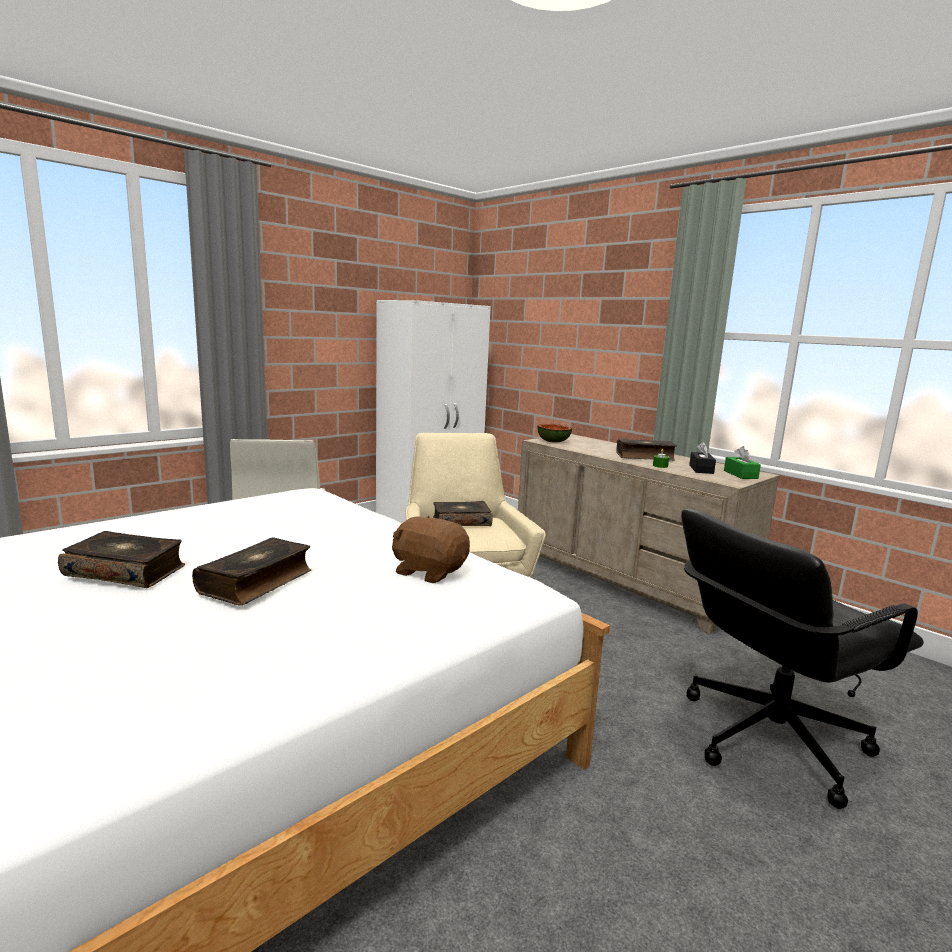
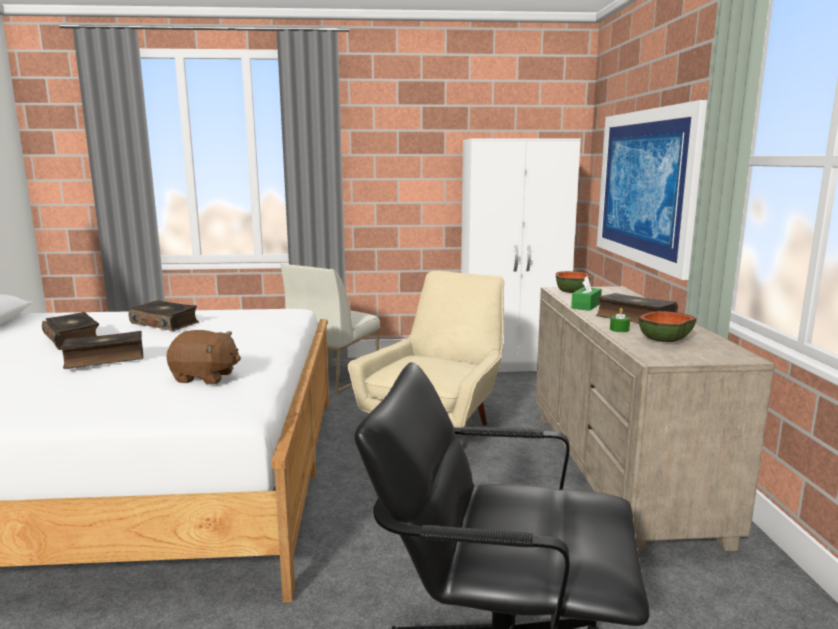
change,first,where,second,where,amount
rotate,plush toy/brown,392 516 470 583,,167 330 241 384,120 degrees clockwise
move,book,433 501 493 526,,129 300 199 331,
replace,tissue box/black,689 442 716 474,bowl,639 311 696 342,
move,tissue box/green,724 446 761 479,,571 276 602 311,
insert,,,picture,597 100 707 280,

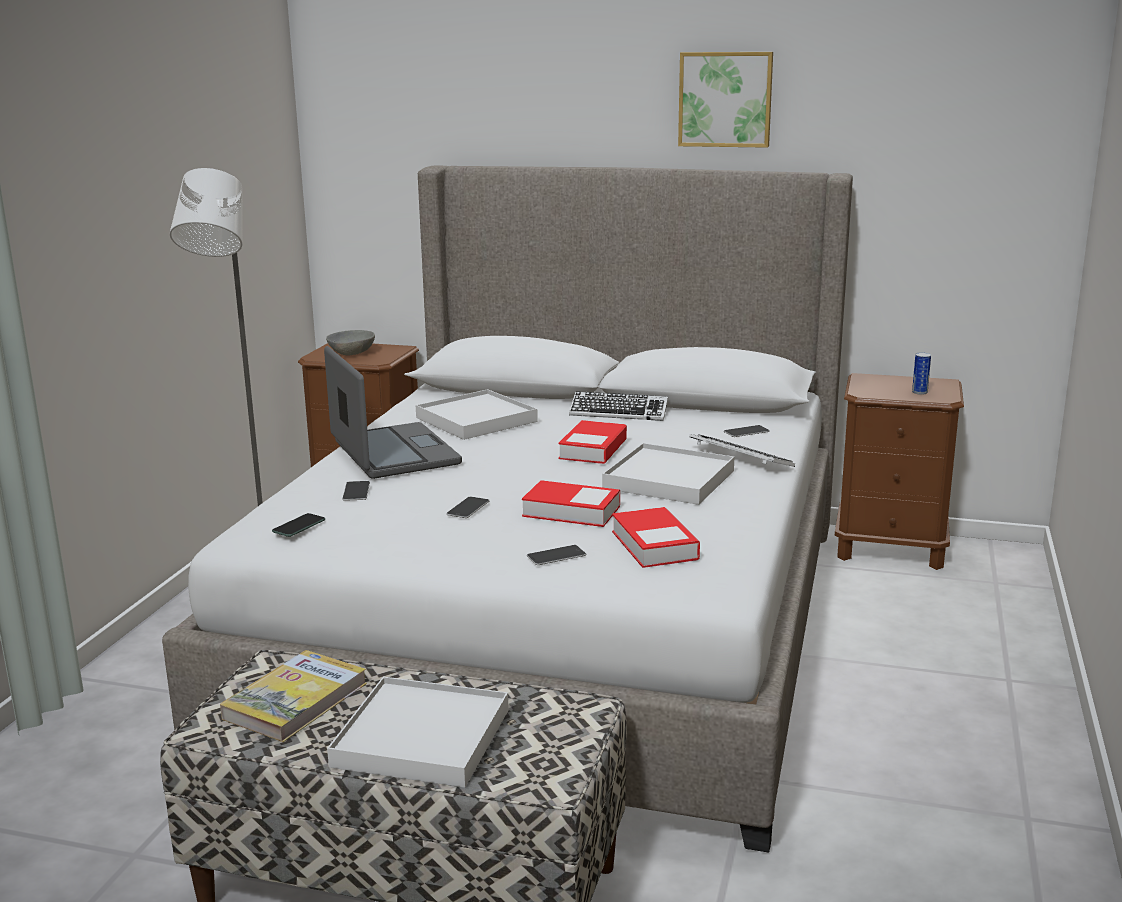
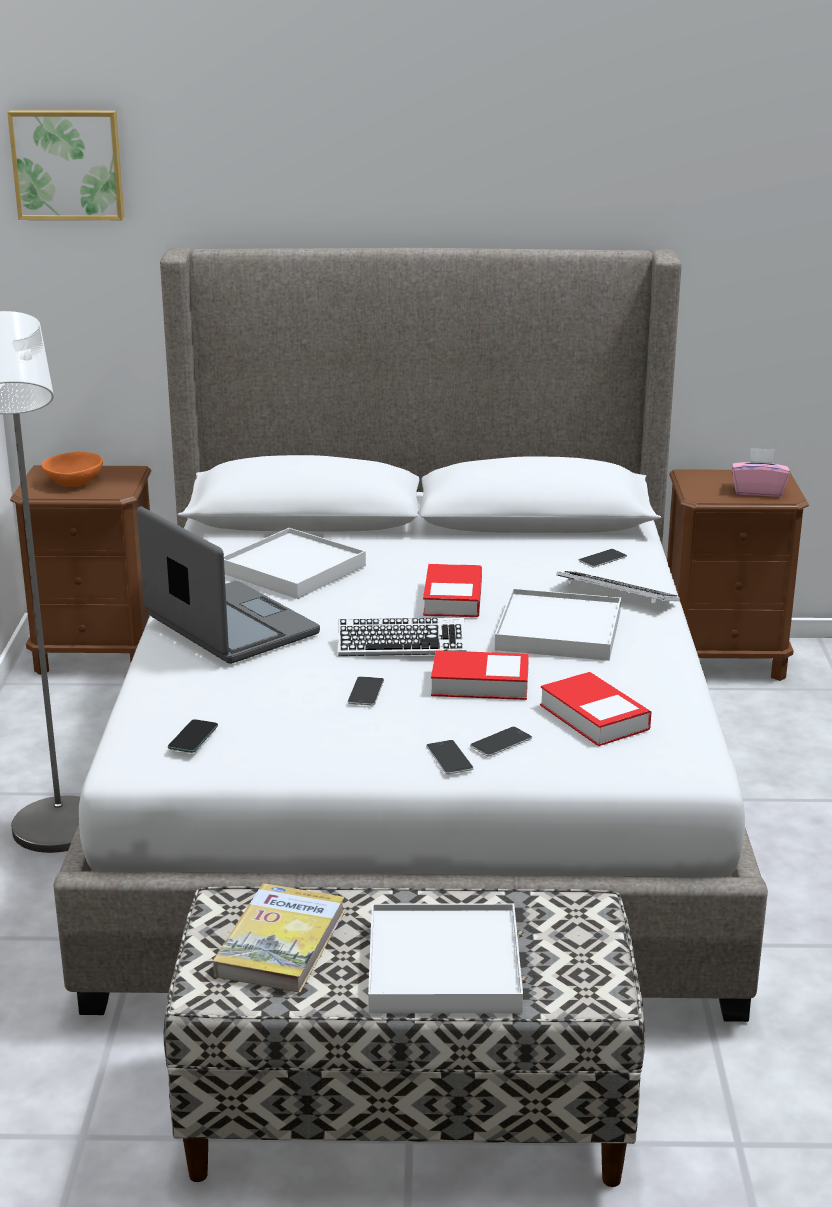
change,first,where,second,where,amount
recolor,bowl/grey,326 330 375 355,bowl/orange,42 452 103 487,
move,phone,342 481 370 501,,426 740 474 774,
move,keyboard,569 391 668 421,,338 617 466 656,
move,picture,678 52 773 148,,7 110 124 220,
replace,can,912 352 931 395,tissue box/pink,732 448 790 497,

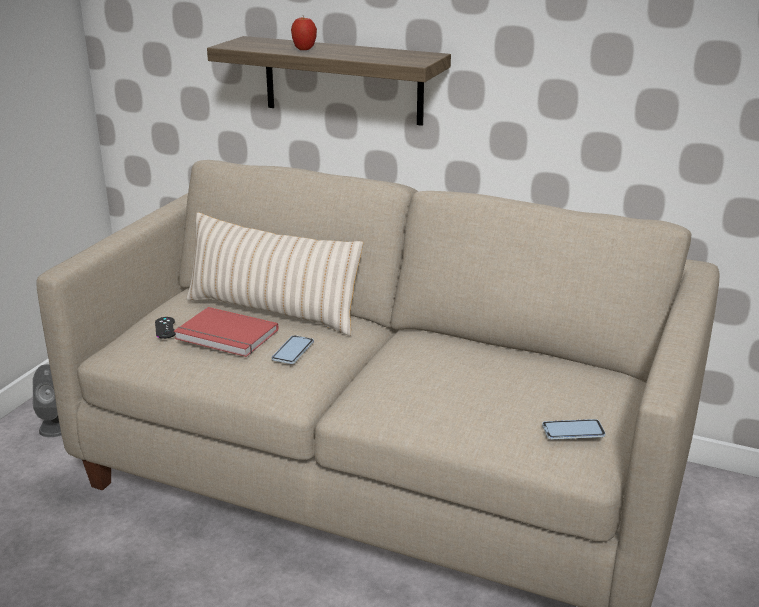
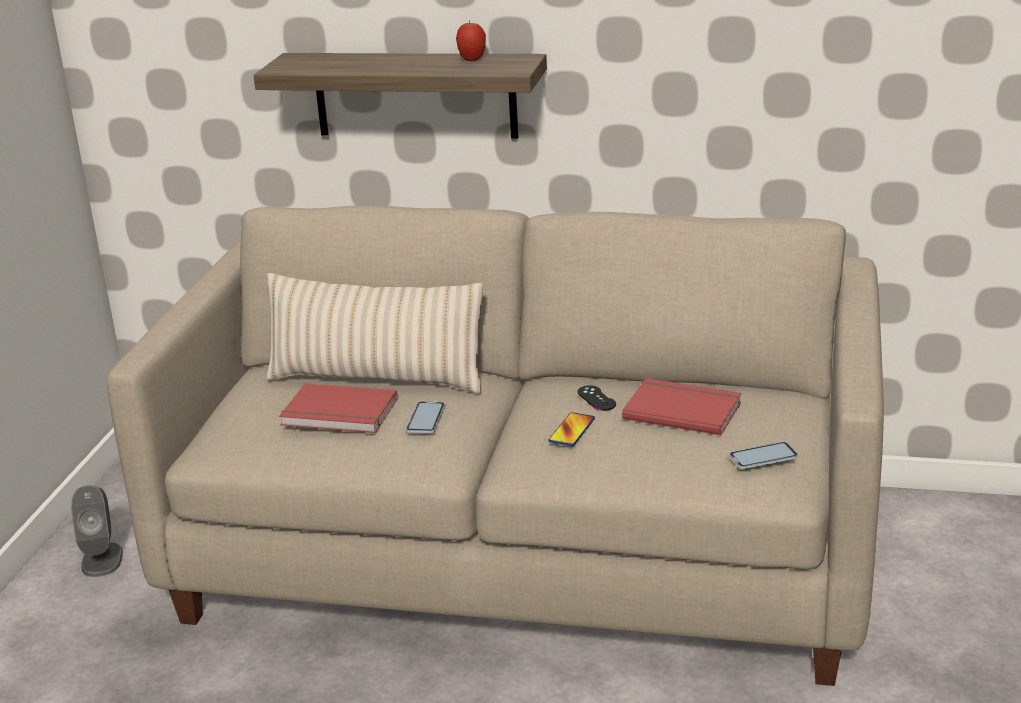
change,first,where,second,where,amount
move,game controller/black,155 317 176 339,,577 385 616 411,
move,apple,291 17 317 50,,456 20 486 61,
insert,,,phone,548 412 595 446,
insert,,,book/red,622 378 741 435,

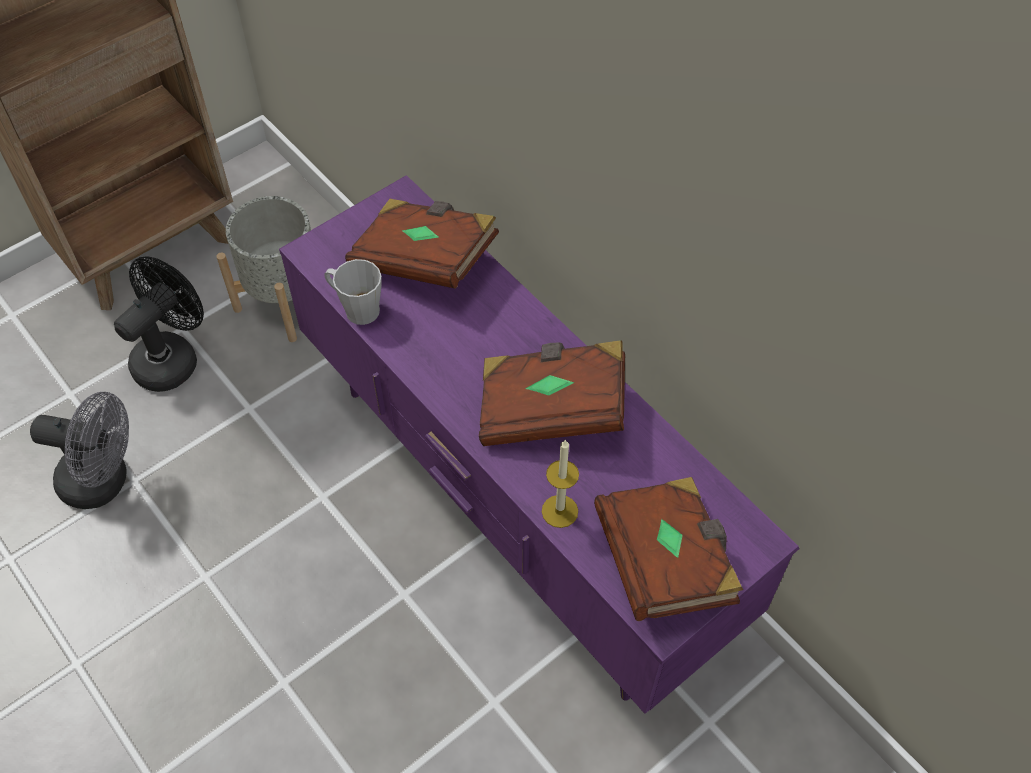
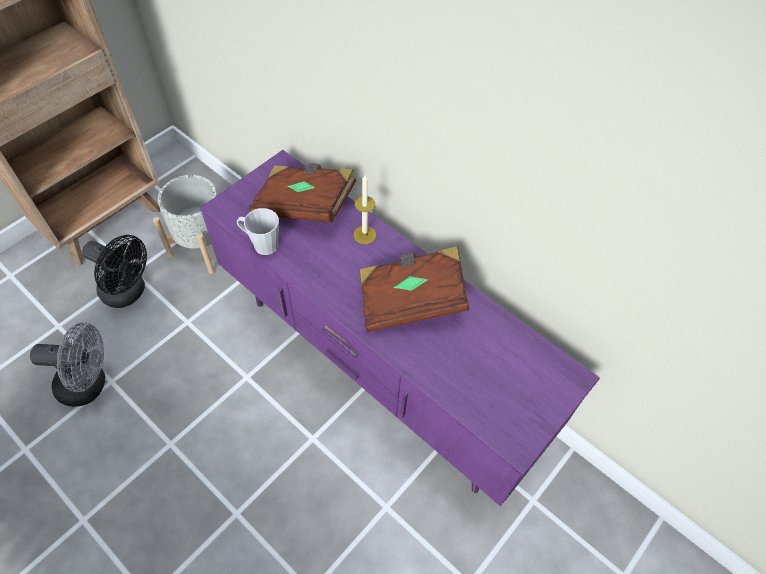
change,first,where,second,where,amount
rotate,fan/black,114 256 204 392,,82 235 147 308,90 degrees clockwise
move,candle,542 440 579 528,,354 175 376 244,
delete,book/brown,594 477 743 621,,,

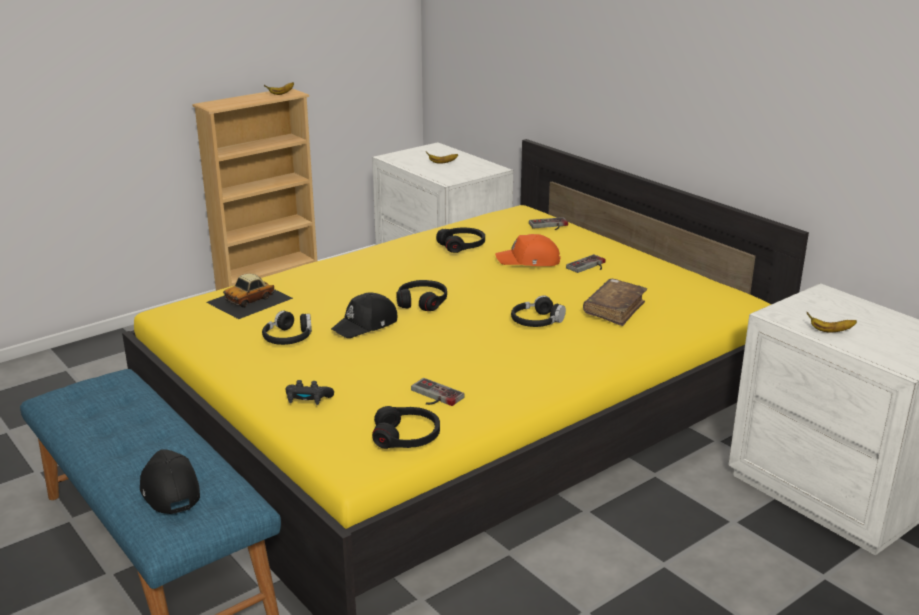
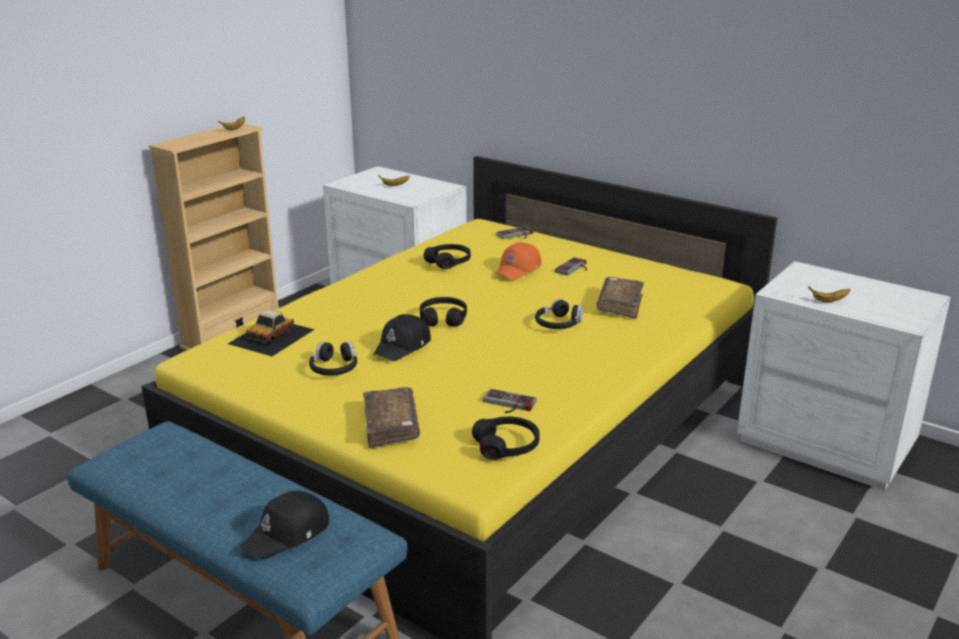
change,first,where,second,where,amount
rotate,cap/black,140 449 200 514,,241 491 329 559,90 degrees counterclockwise
replace,game controller/black,286 380 334 405,book/brown,363 387 420 449,
rotate,cap/orange,495 234 561 266,,495 242 542 280,45 degrees counterclockwise

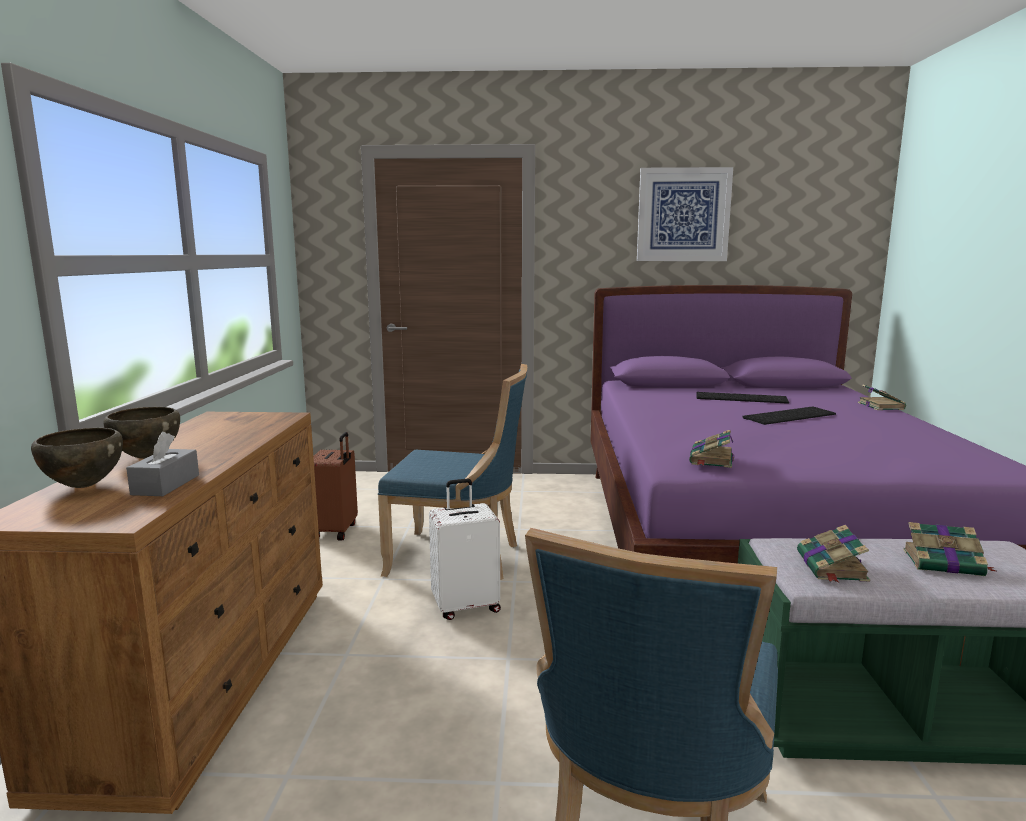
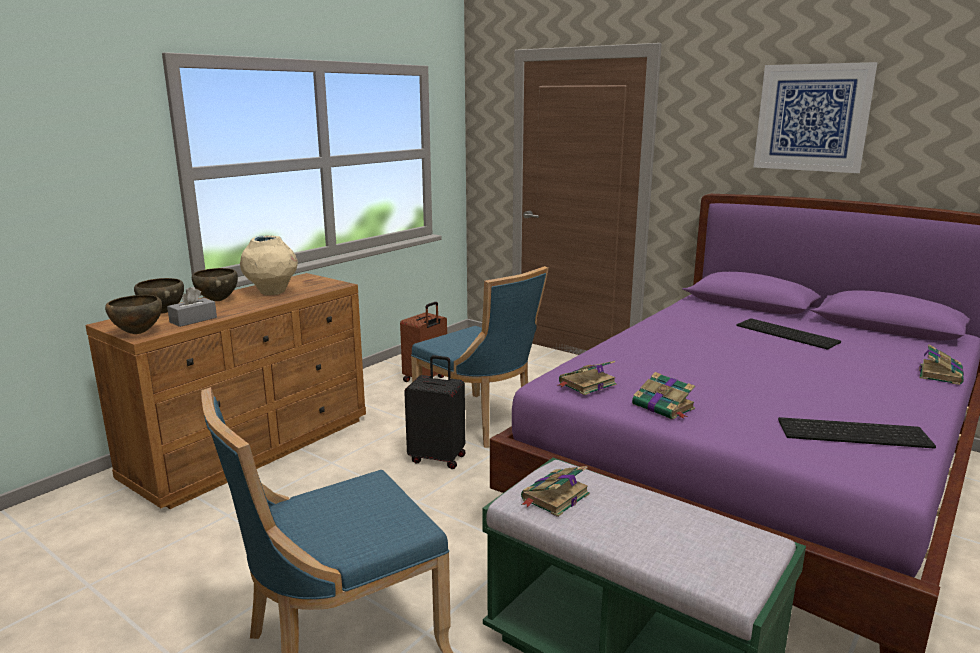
change,first,where,second,where,amount
recolor,suitcase/white,429 478 501 620,suitcase/black,404 355 466 469,
move,keyboard,742 407 836 425,,778 417 936 449,
move,book,903 522 996 576,,632 372 695 420,
insert,,,bowl/brown,105 295 162 334,
insert,,,vase/beige,240 235 298 295,

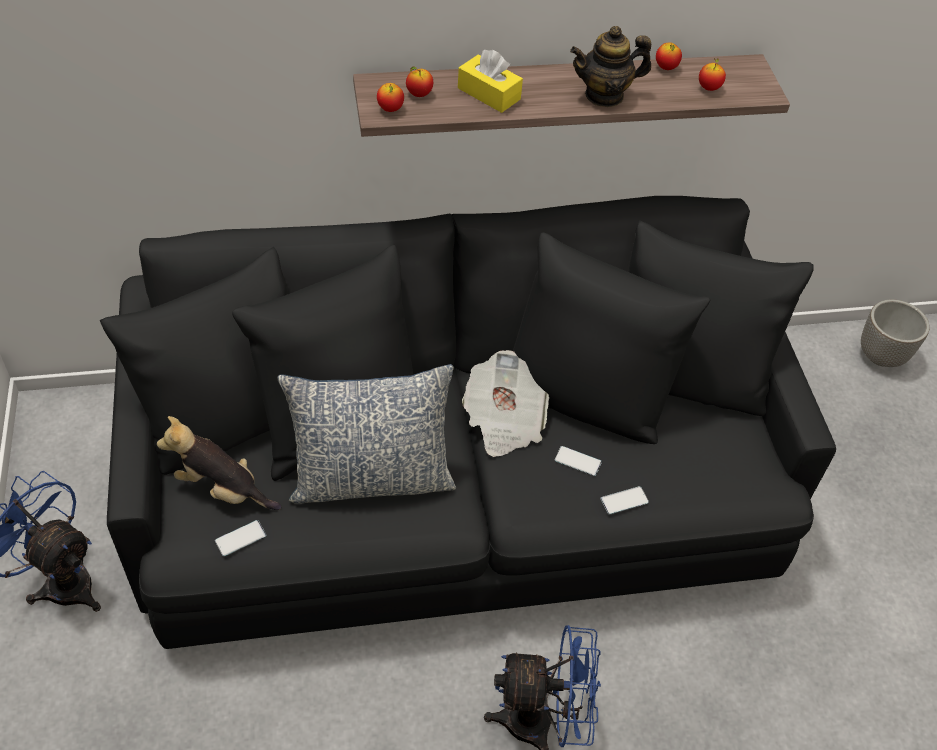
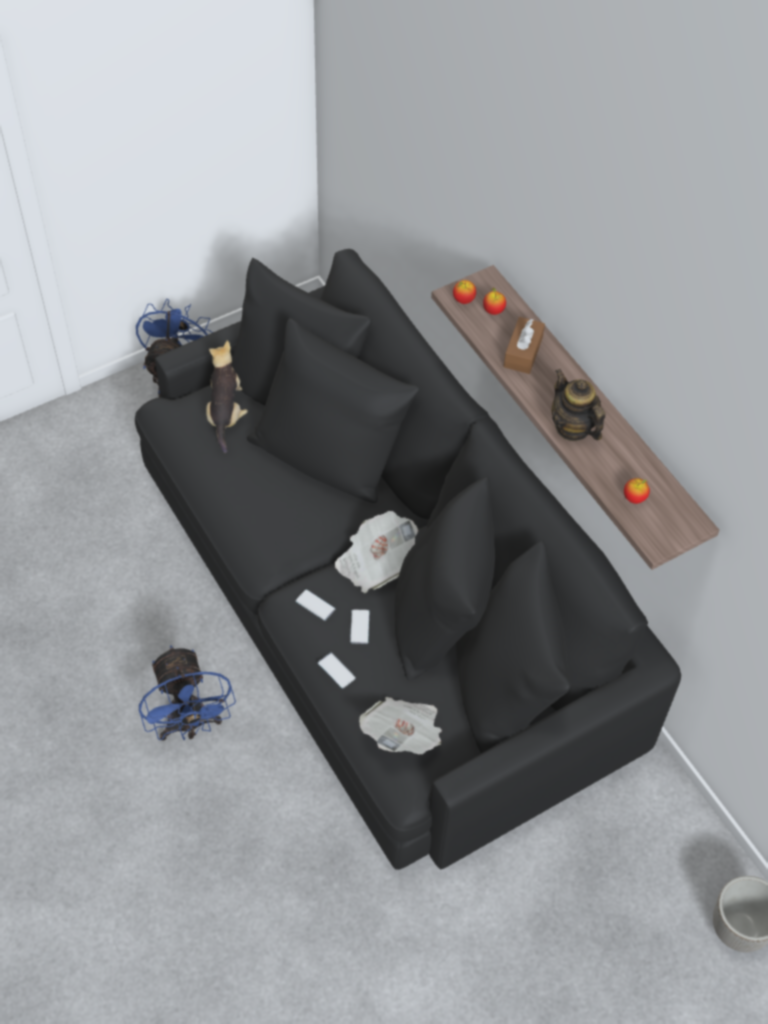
change,first,where,second,where,amount
move,phone,215 520 267 556,,296 589 335 621,
delete,pillow,277 364 456 504,,,
recolor,tissue box/yellow,458 50 523 113,tissue box/brown,504 317 545 374,
delete,apple,656 43 682 70,,,
insert,,,newspaper,359 697 442 755,

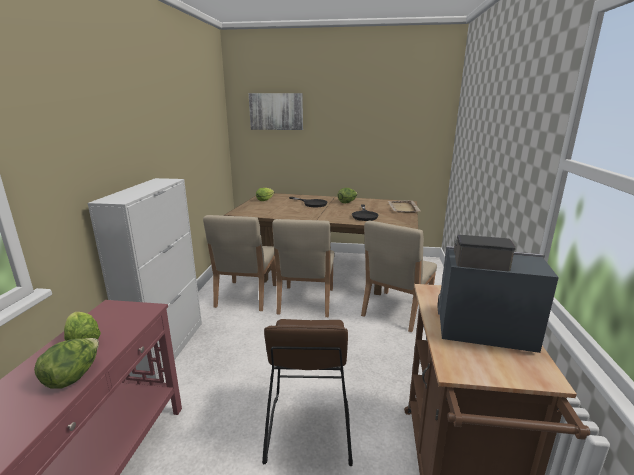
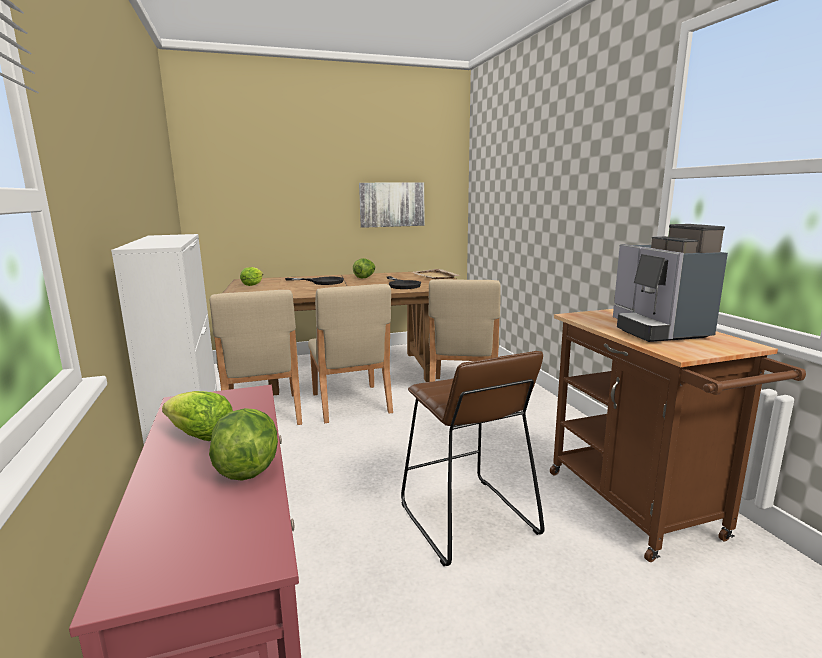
change,first,where,second,where,amount
move,picture,249 93 303 130,,359 182 424 228,
rotate,coffee machine,437 235 559 353,,613 224 728 342,90 degrees counterclockwise

